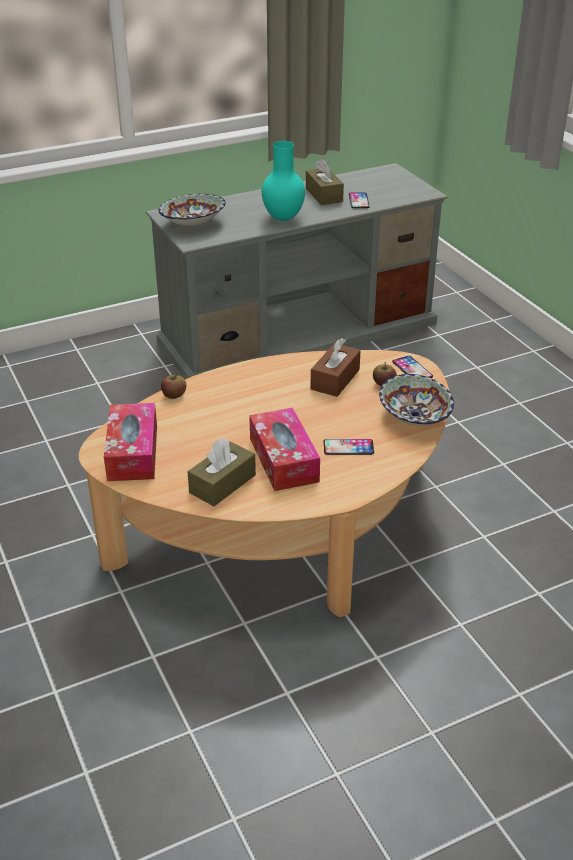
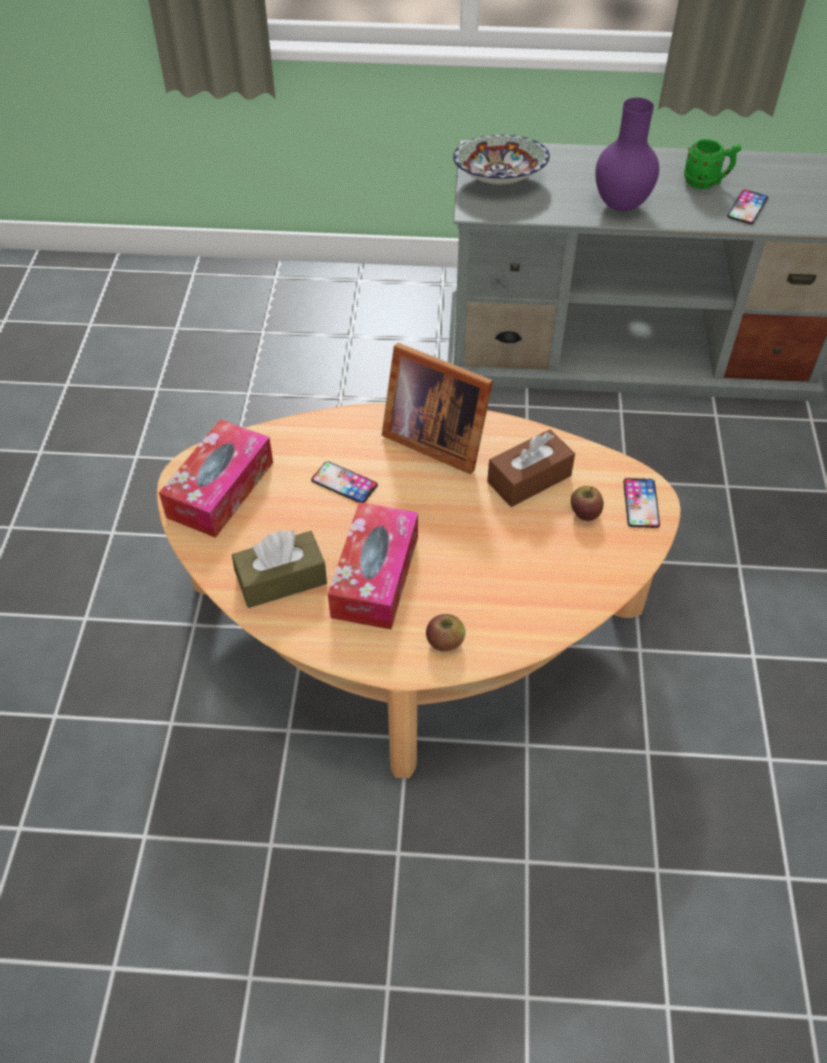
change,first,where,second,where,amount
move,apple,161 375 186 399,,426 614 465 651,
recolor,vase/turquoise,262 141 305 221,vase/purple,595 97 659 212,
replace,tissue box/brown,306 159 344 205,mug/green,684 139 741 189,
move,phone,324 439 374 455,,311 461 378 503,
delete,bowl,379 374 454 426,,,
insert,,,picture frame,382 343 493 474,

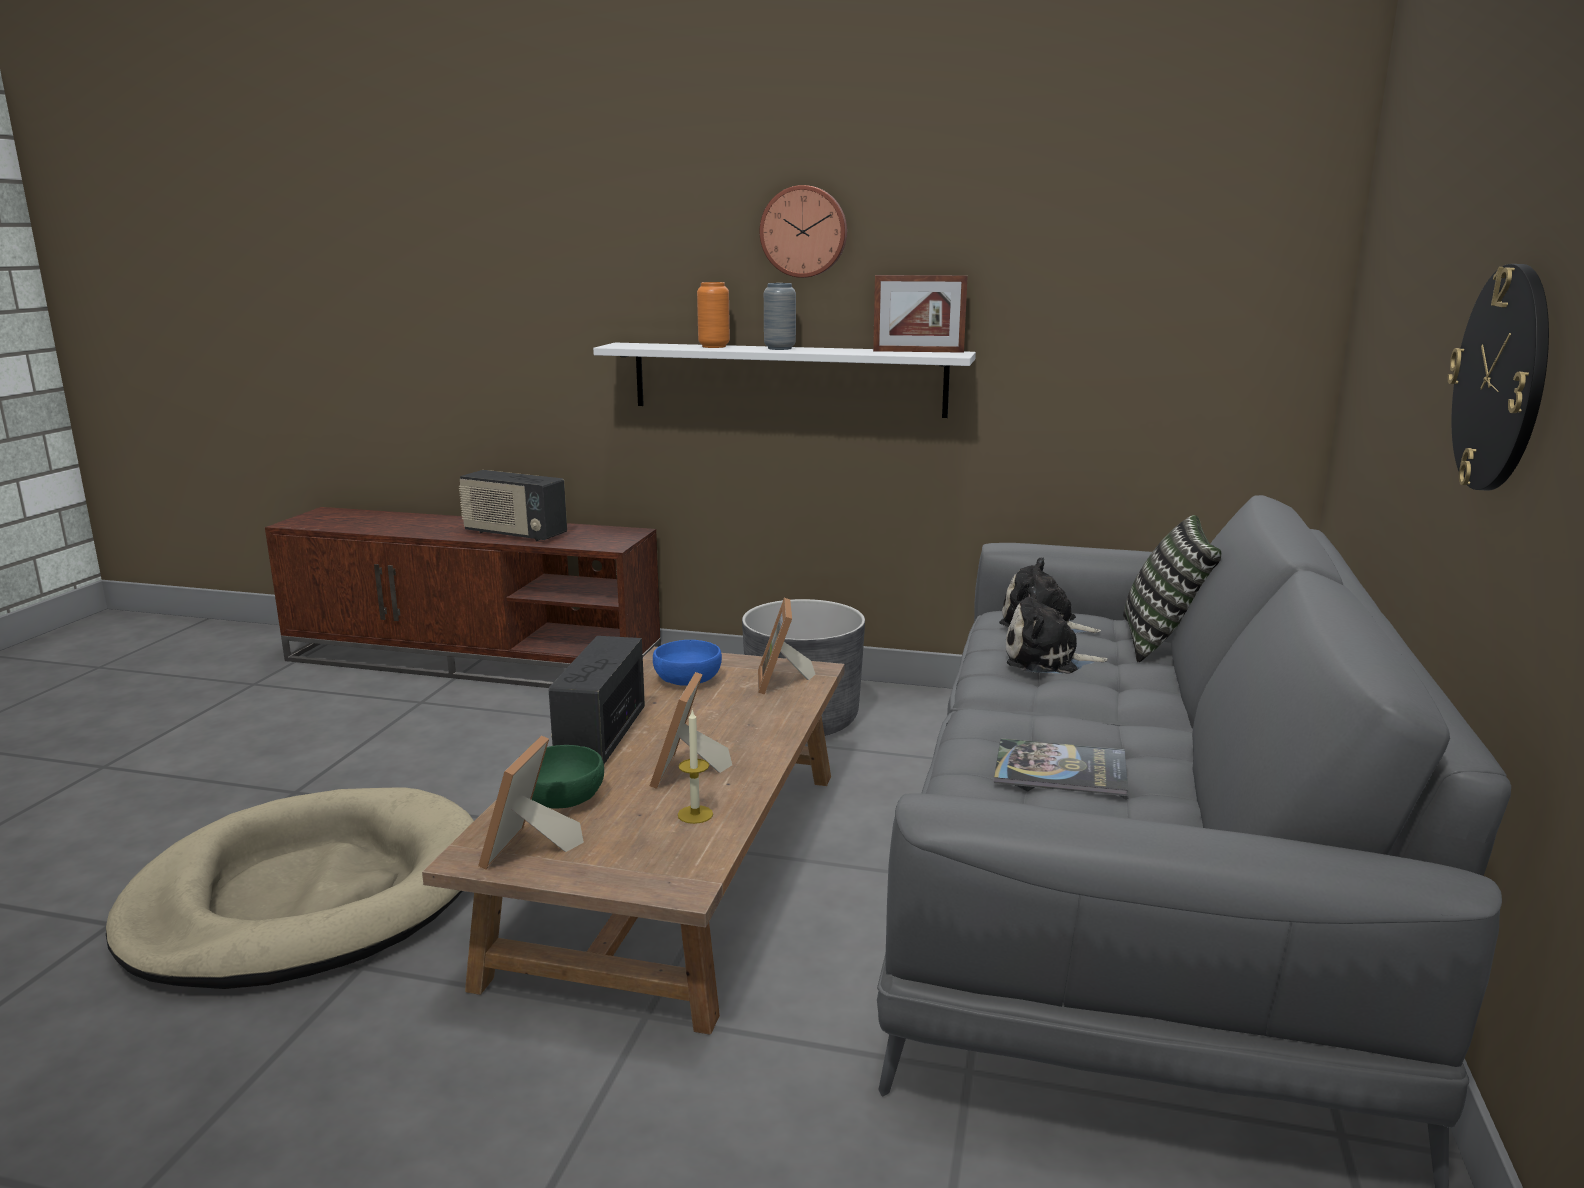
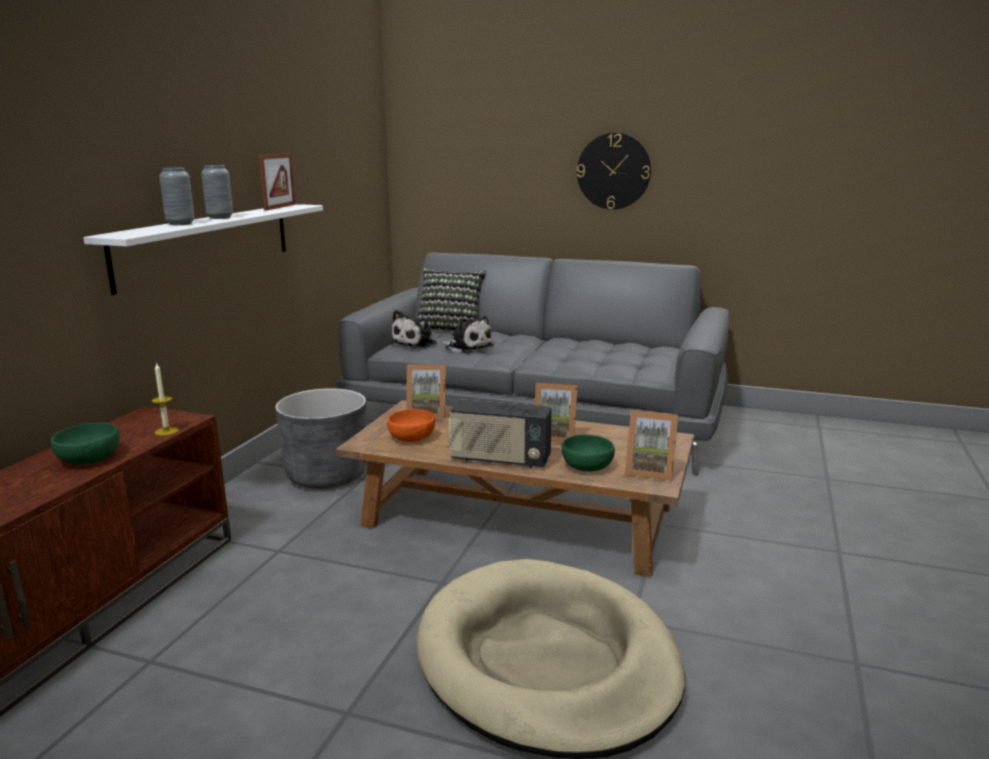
change,first,where,second,where,amount
replace,radio,459 470 567 541,bowl/green,51 423 119 465,
recolor,bowl/blue,653 640 722 686,bowl/orange,387 409 435 442,
move,candle,678 710 713 824,,152 362 178 436,
recolor,vase/orange,697 282 730 348,vase/grey,159 168 194 225,
delete,wall clock,759 185 847 278,,,
delete,book,994 738 1128 796,,,
rotate,plush toy,1006 587 1108 674,,442 316 494 354,60 degrees counterclockwise

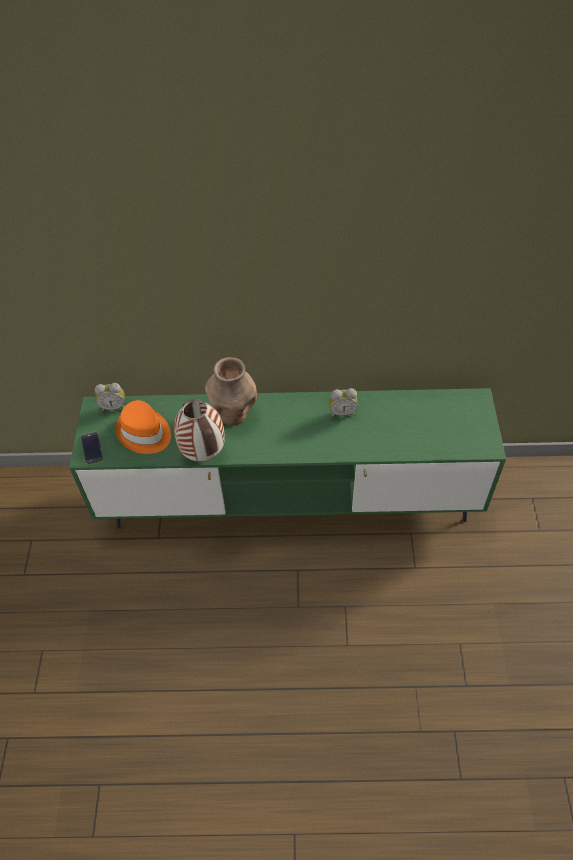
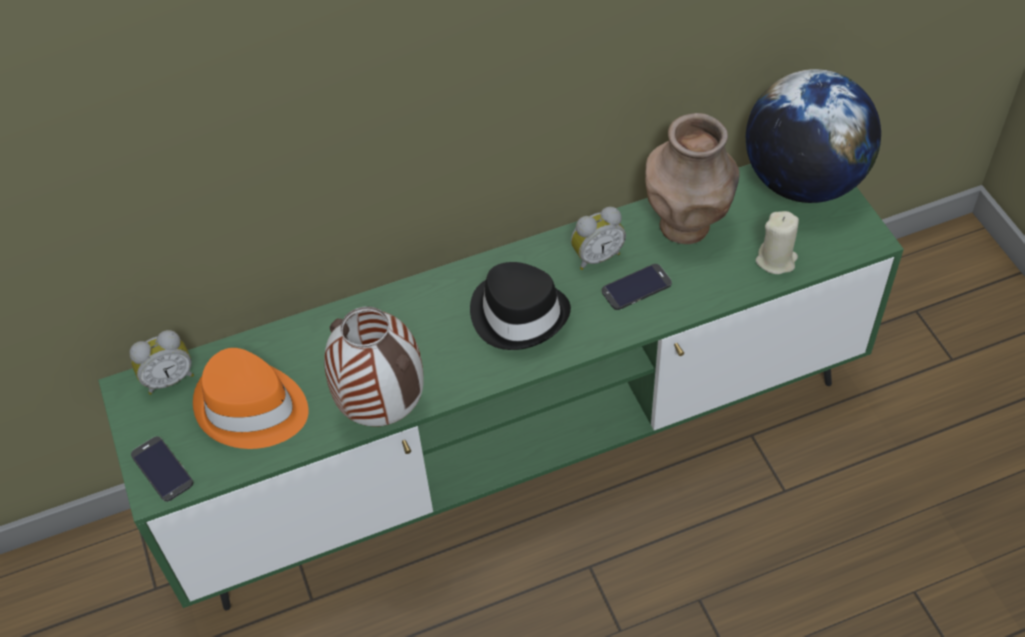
change,first,where,second,where,amount
move,vase/brown,205 357 257 426,,646 113 740 244,
insert,,,hat/black,470 262 571 350,
insert,,,phone,602 264 672 310,
insert,,,globe,746 69 881 203,
insert,,,candle/beige,756 211 799 274,

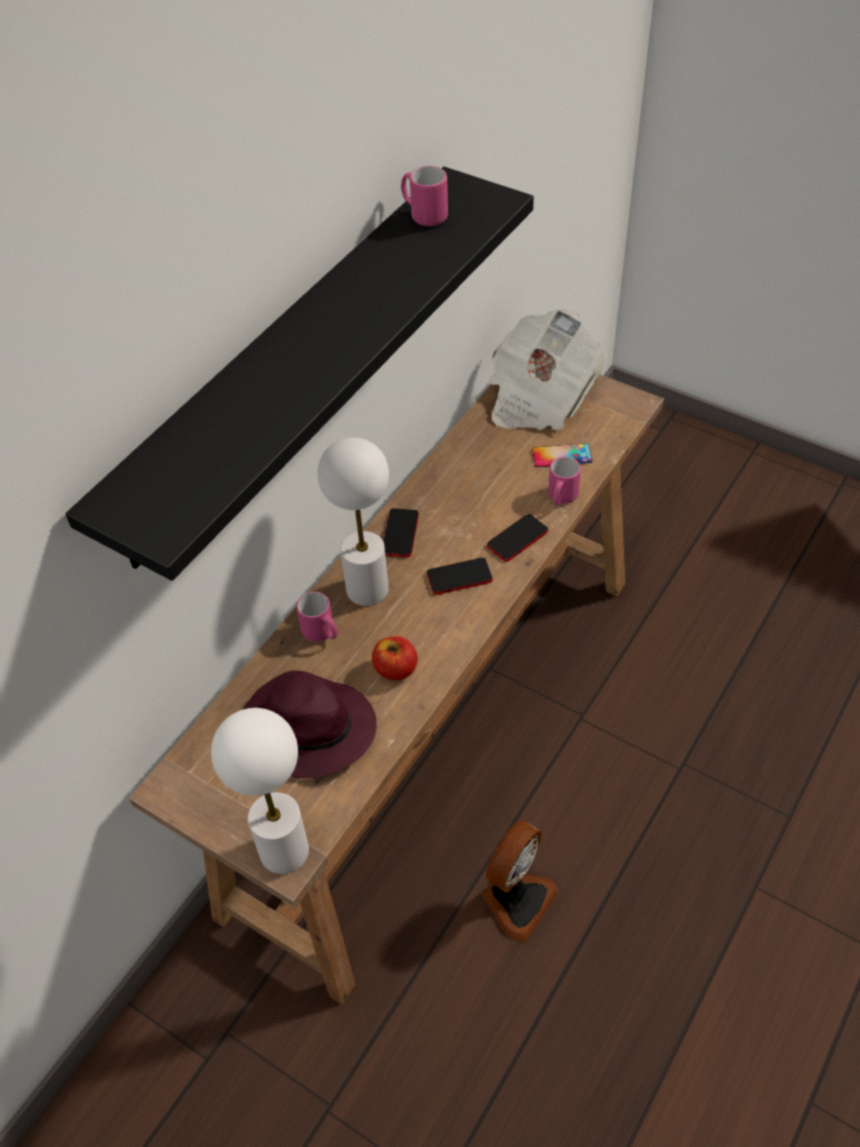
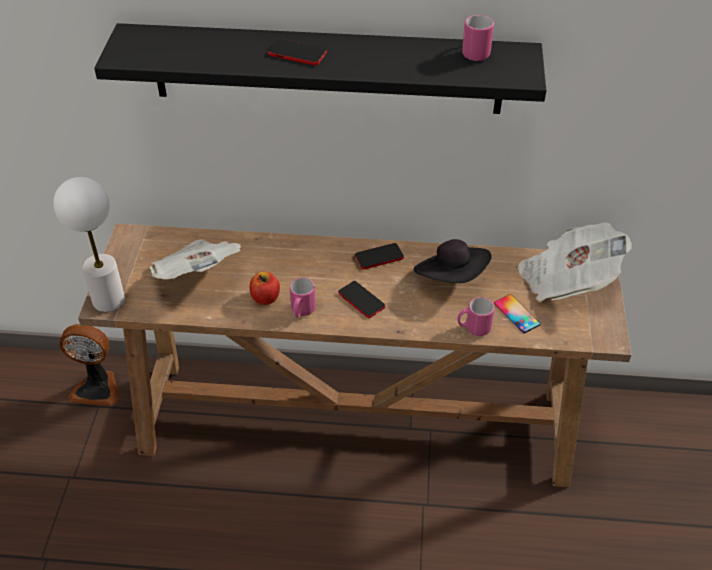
change,first,where,second,where,amount
replace,hat/purple,244 670 377 779,newspaper,150 239 241 279,
move,mug/pink,296 592 338 642,,290 278 316 317,
delete,table lamp/white,317 437 389 606,,,
move,fan,483 821 558 942,,59 324 119 406,
move,phone,487 514 548 562,,268 39 327 65,
insert,,,hat/black,414 239 492 283,

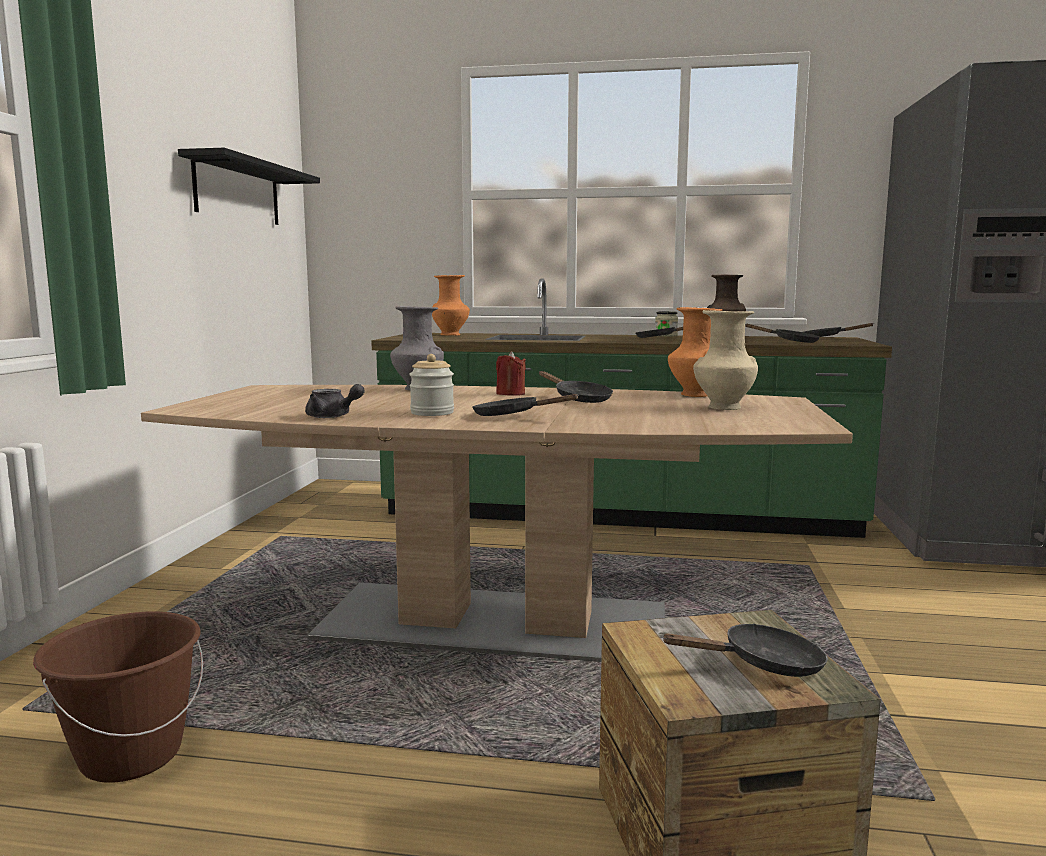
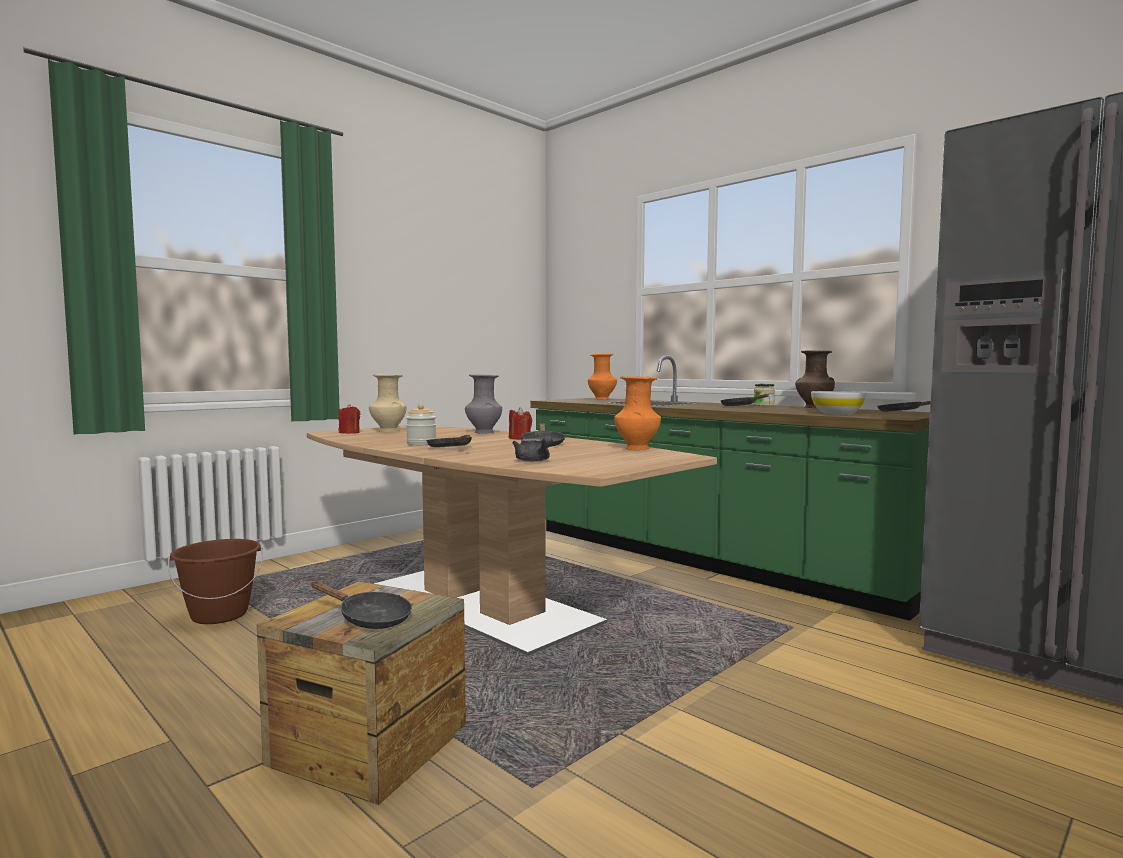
change,first,where,second,where,amount
delete,shelf/black,178 148 320 225,,,
move,teapot/grey,305 384 365 418,,512 436 553 462,
move,vase/beige,693 310 758 410,,369 374 407 432,
replace,frying pan/black,745 324 820 343,bowl/white,811 391 866 414,
insert,,,candle/red,338 404 360 434,

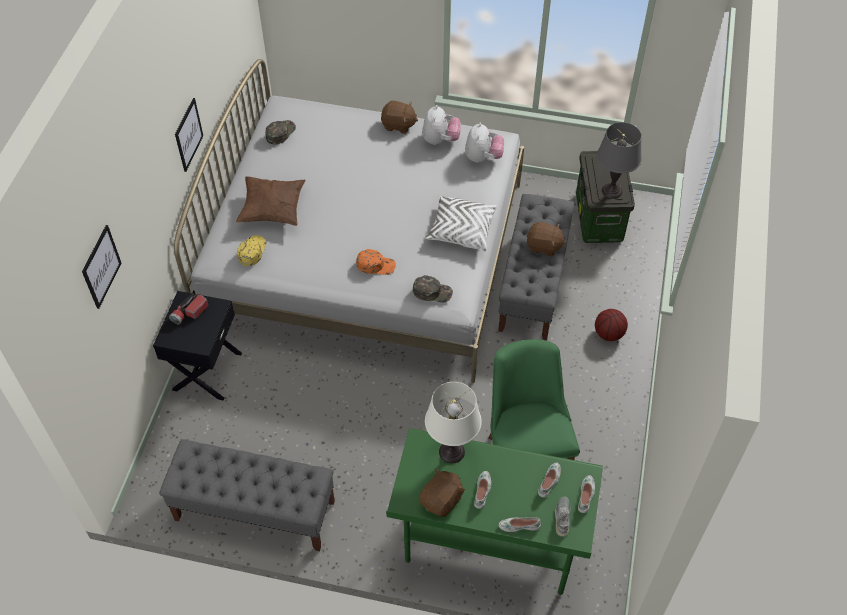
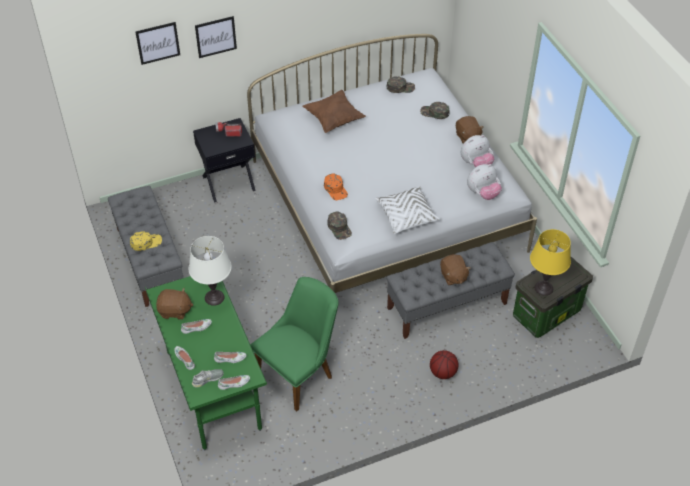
change,first,where,second,where,amount
move,picture,175 98 203 172,,195 16 237 58,
move,cap/yellow,237 235 266 266,,130 231 162 251,
recolor,table lamp/grey,597 122 642 199,table lamp/yellow,530 229 571 296,
insert,,,cap/green,420 102 449 119,

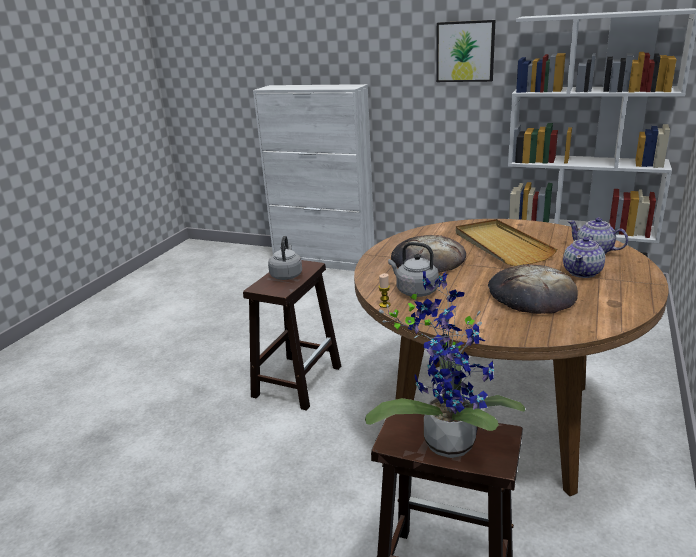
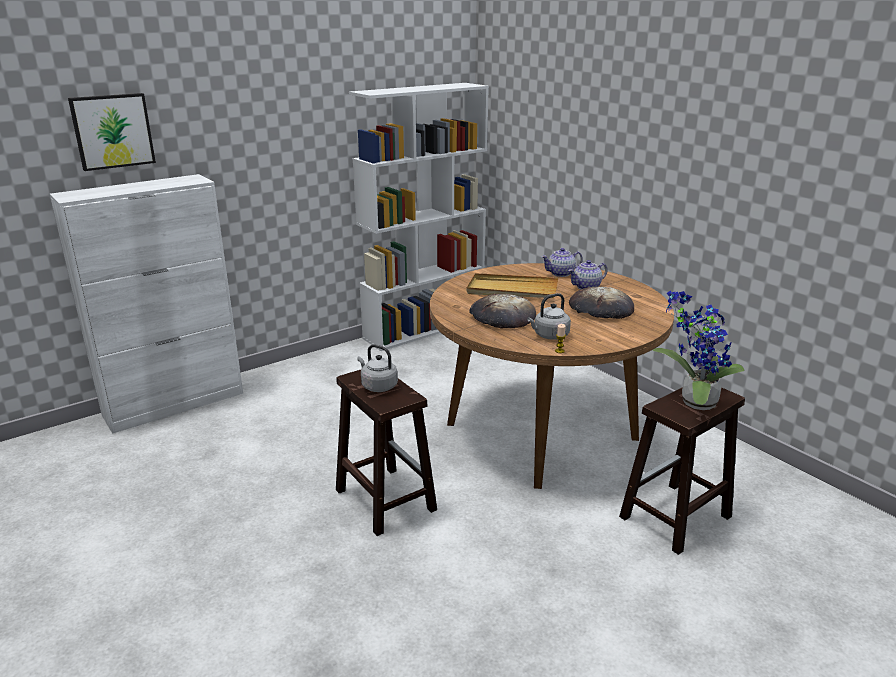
change,first,where,second,where,amount
move,picture,436 20 495 82,,68 93 156 171,
rotate,teapot,563 236 605 278,,568 260 607 289,90 degrees clockwise

